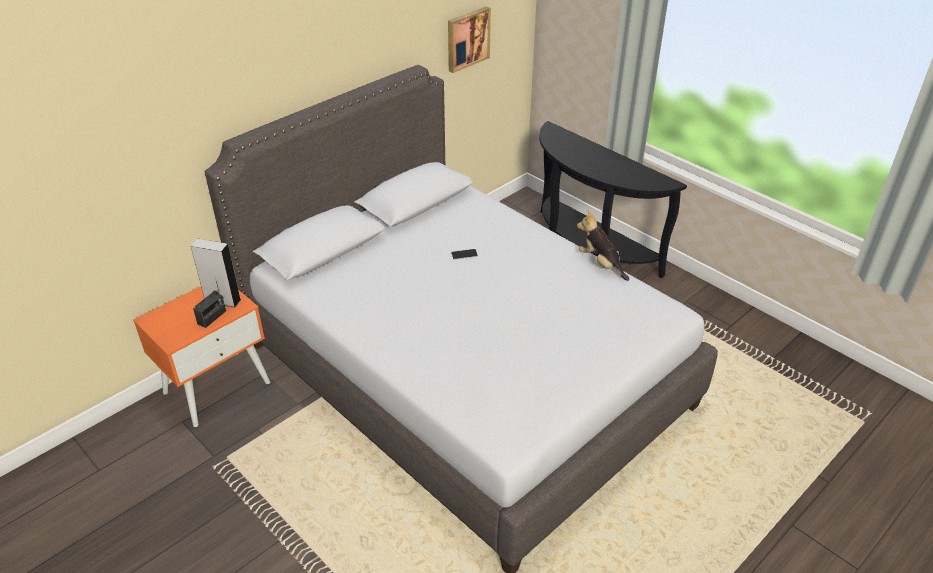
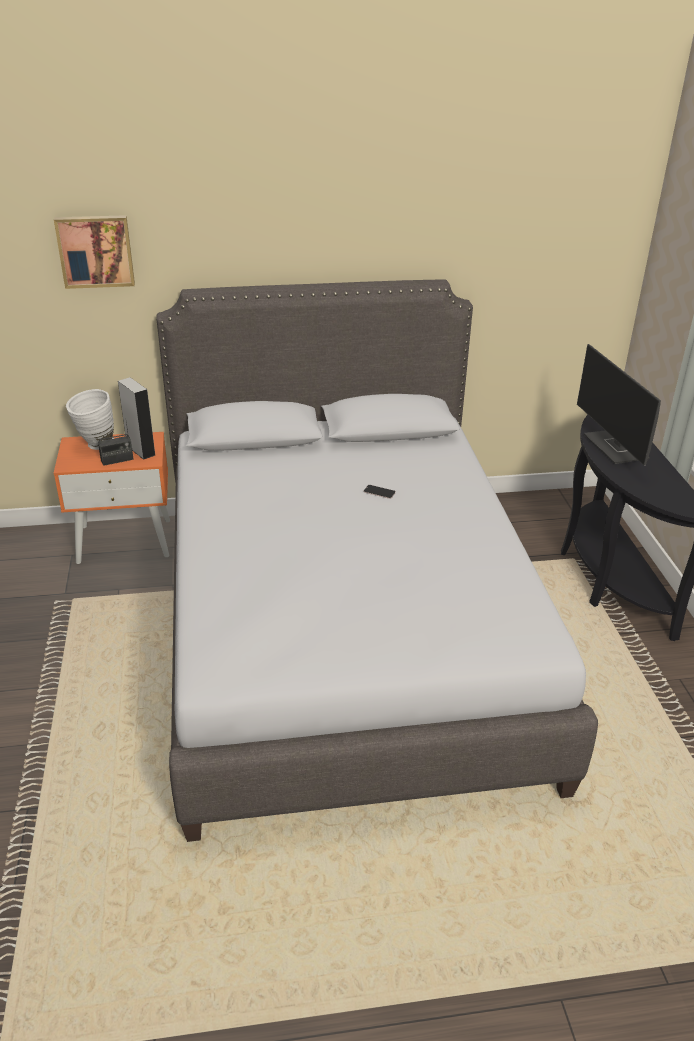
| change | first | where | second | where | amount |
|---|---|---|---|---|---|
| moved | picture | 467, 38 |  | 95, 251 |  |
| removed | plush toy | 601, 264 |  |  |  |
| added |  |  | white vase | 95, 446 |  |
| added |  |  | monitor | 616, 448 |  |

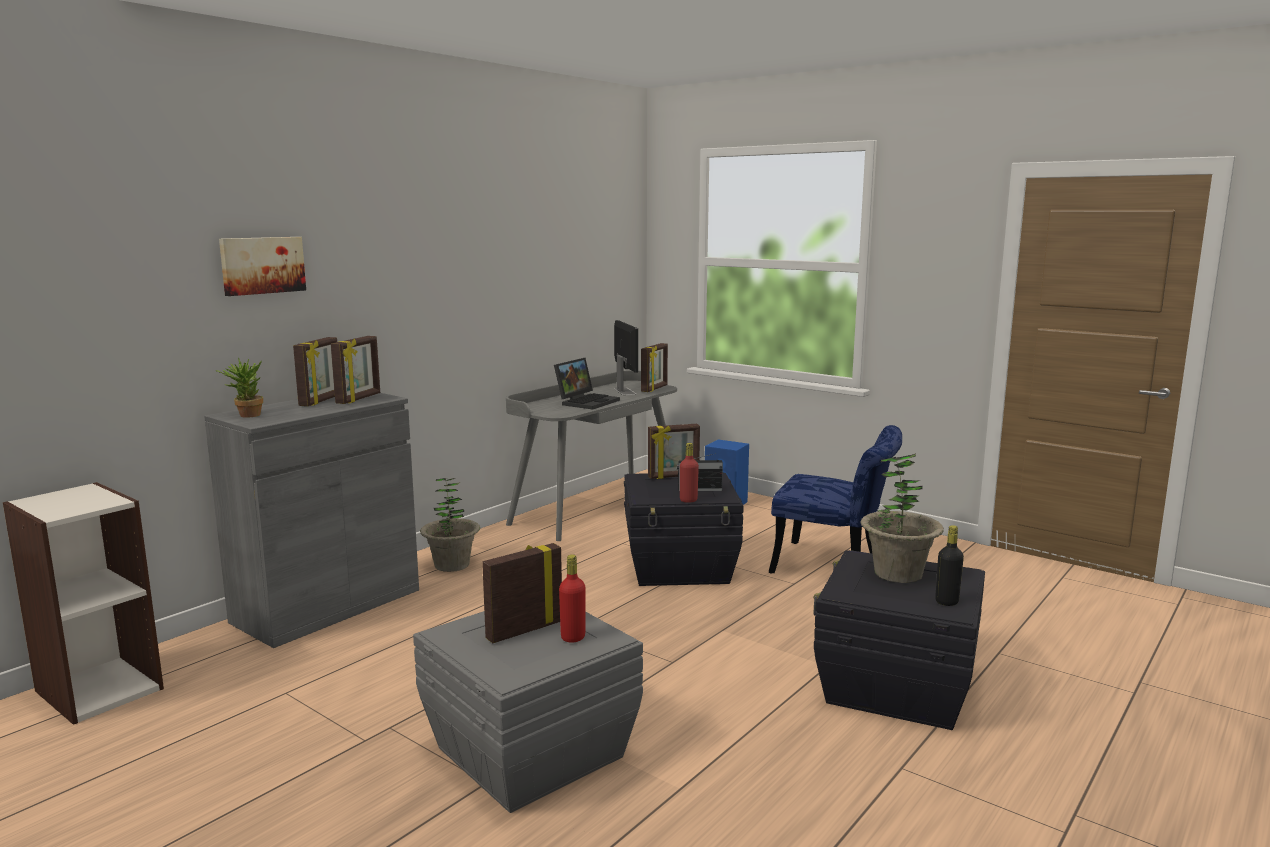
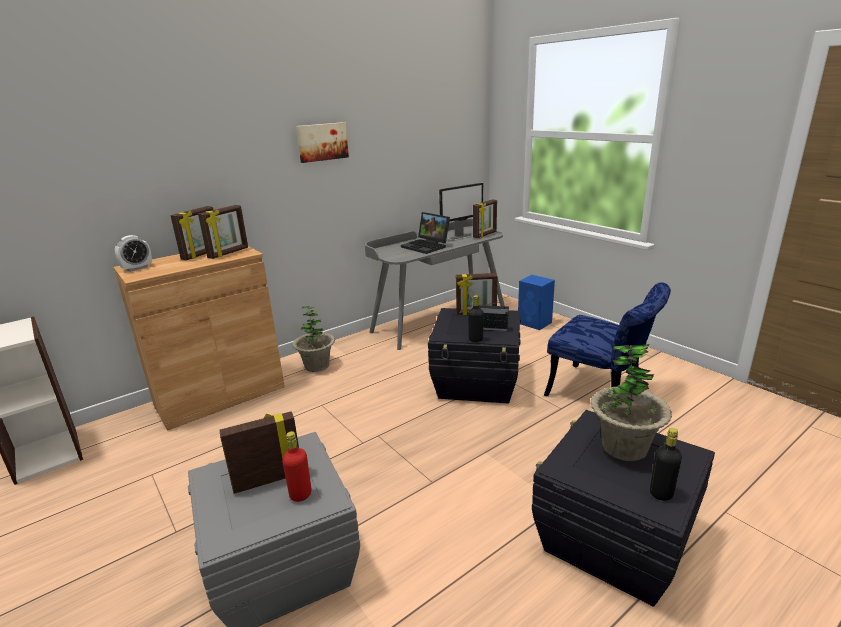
| change | first | where | second | where | amount |
|---|---|---|---|---|---|
| recoloured | grey cabinet | 327, 606 | brown cabinet | 220, 395 |  |
| replaced | potted plant | 245, 415 | alarm clock | 137, 268 |  |
| moved | picture | 262, 265 |  | 322, 142 |  |
| turned | laptop | 587, 402 |  | 427, 246 | 90 degrees clockwise |
| turned | monitor | 624, 391 |  | 461, 236 | 60 degrees clockwise |
| recoloured | red bottle | 688, 500 | black bottle | 475, 339 |  |

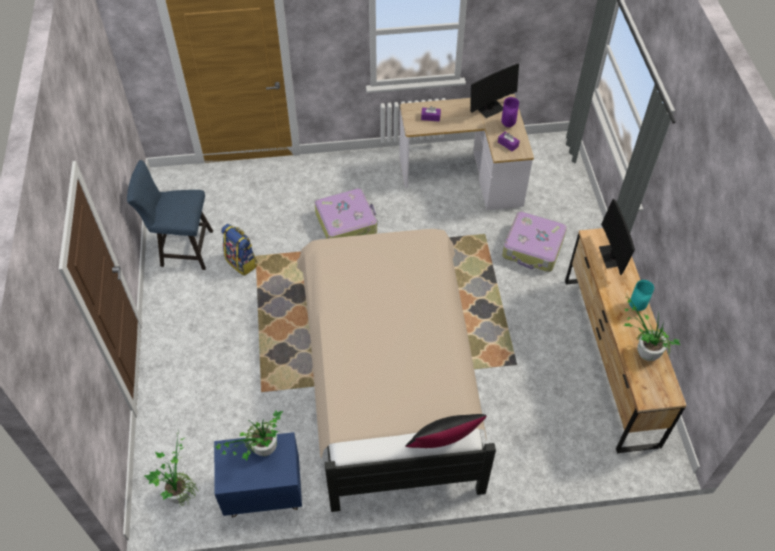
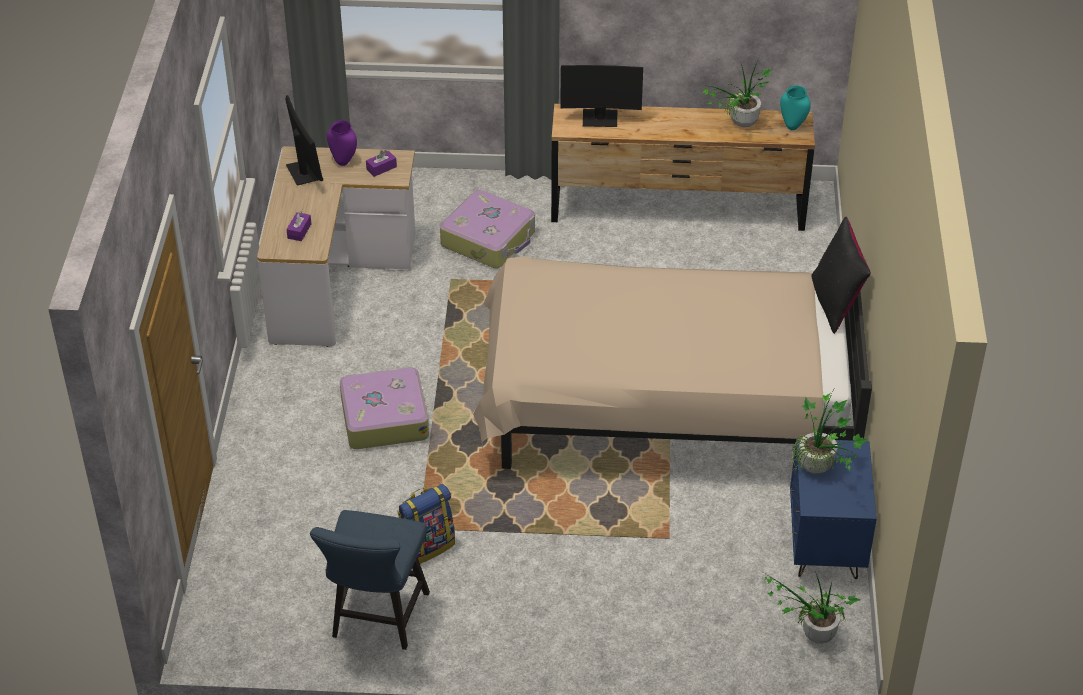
| change | first | where | second | where | amount |
|---|---|---|---|---|---|
| moved | turquoise vase | 636, 307 |  | 792, 127 |  |

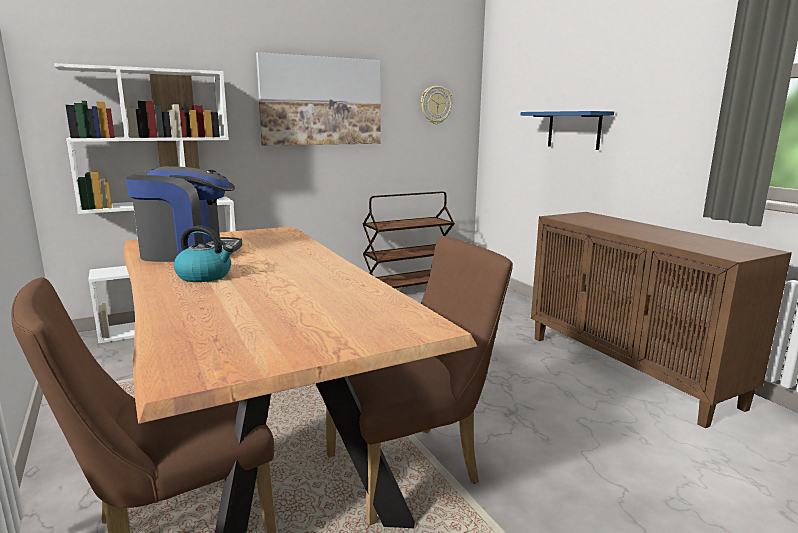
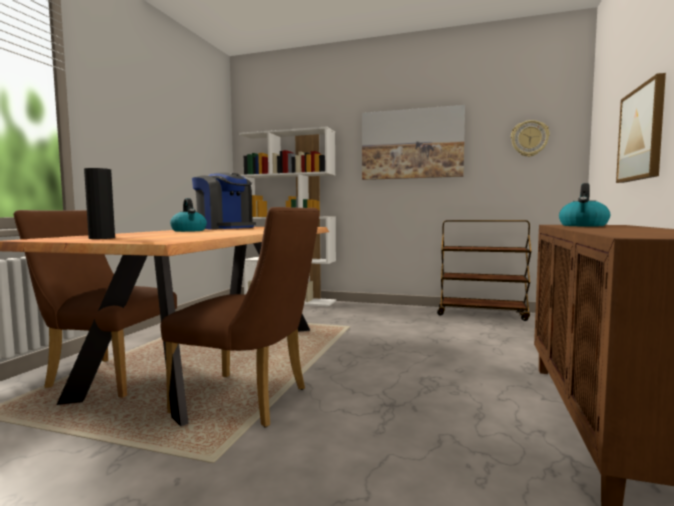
| change | first | where | second | where | amount |
|---|---|---|---|---|---|
| replaced | blue shelf | 574, 130 | picture | 641, 134 |  |
| added |  |  | black vase | 102, 238 |  |
| added |  |  | kettle | 583, 225 |  |

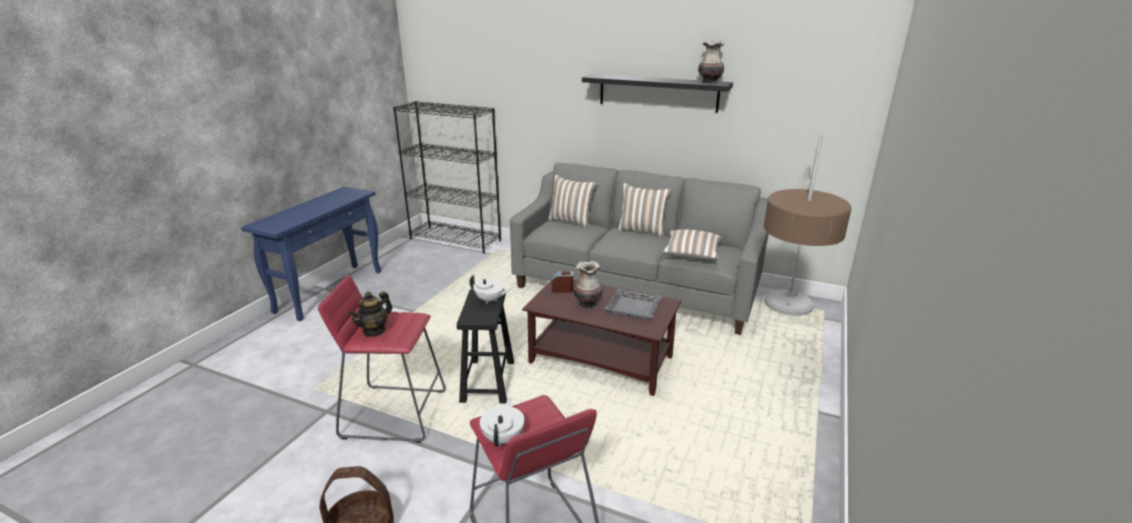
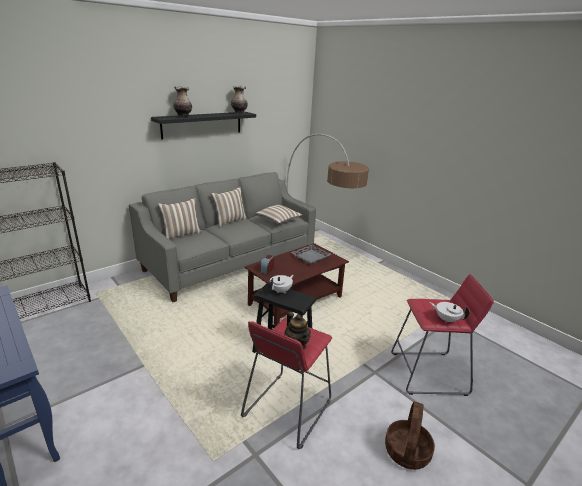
| change | first | where | second | where | amount |
|---|---|---|---|---|---|
| moved | vase | 588, 304 |  | 183, 116 |  |

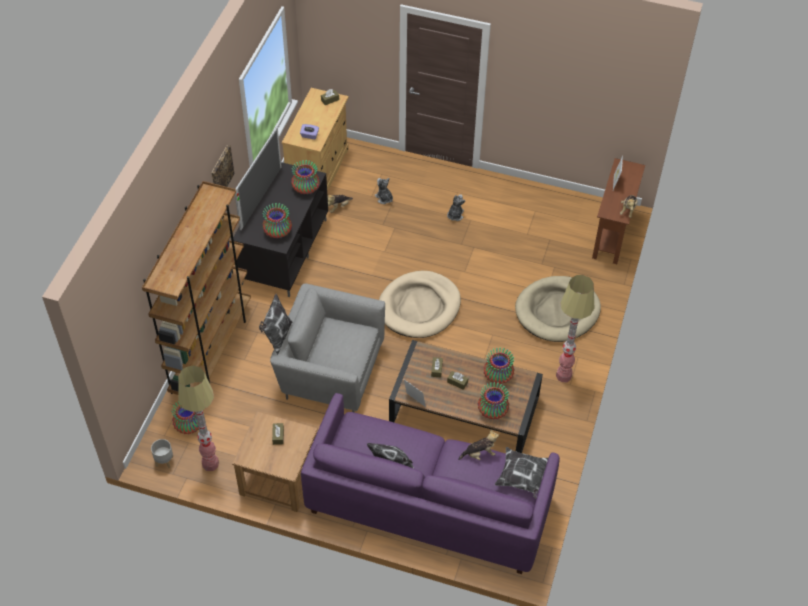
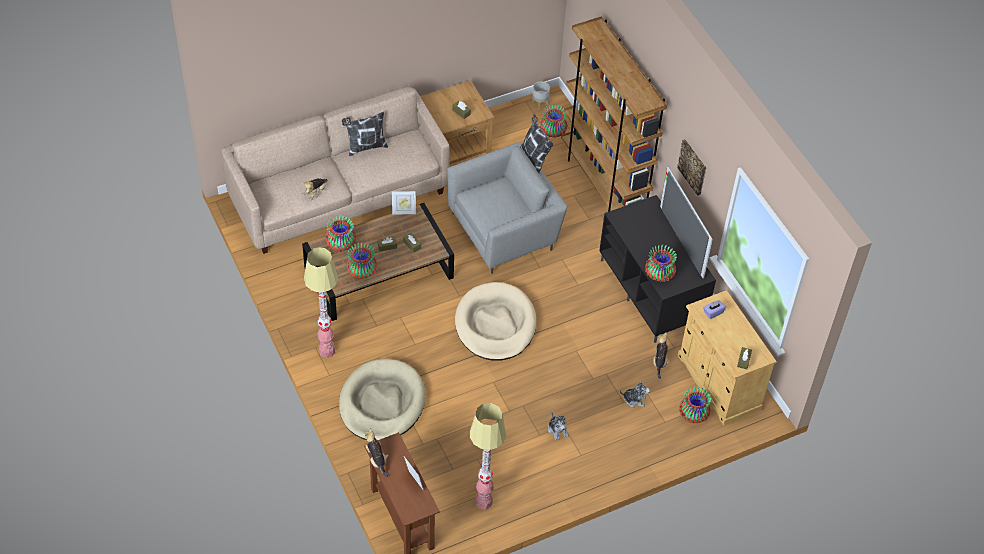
| change | first | where | second | where | amount |
|---|---|---|---|---|---|
| moved | floor lamp | 210, 464 |  | 483, 502 |  |
| moved | vase | 278, 231 |  | 693, 415 |  |
| recoloured | purple sofa | 428, 504 | beige sofa | 339, 195 |  |
| removed | pillow | 523, 478 |  |  |  |

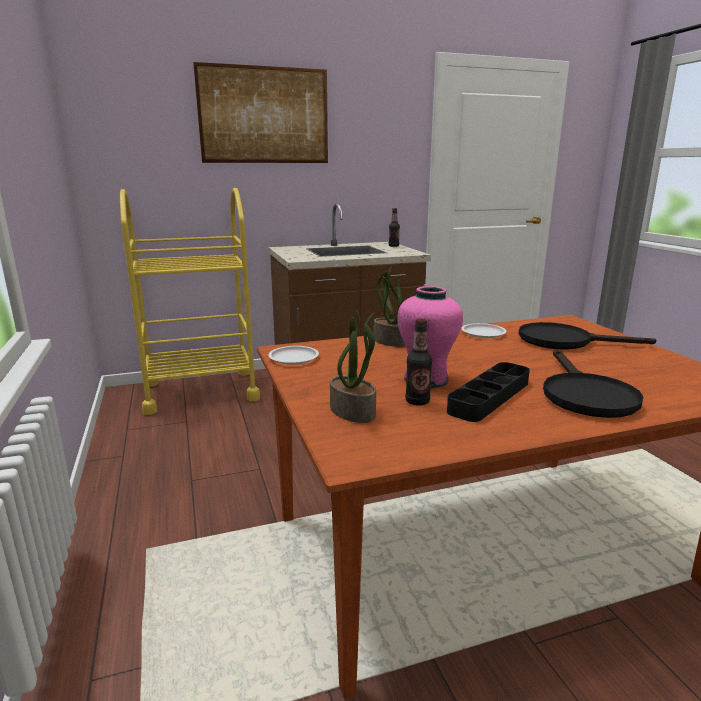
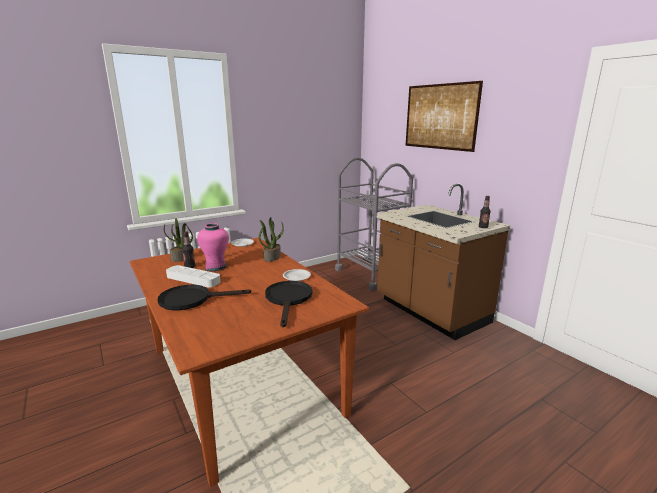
| change | first | where | second | where | amount |
|---|---|---|---|---|---|
| recoloured | yellow cart | 201, 391 | grey cart | 370, 274 |  |
| recoloured | black tray | 489, 396 | white tray | 193, 279 |  |

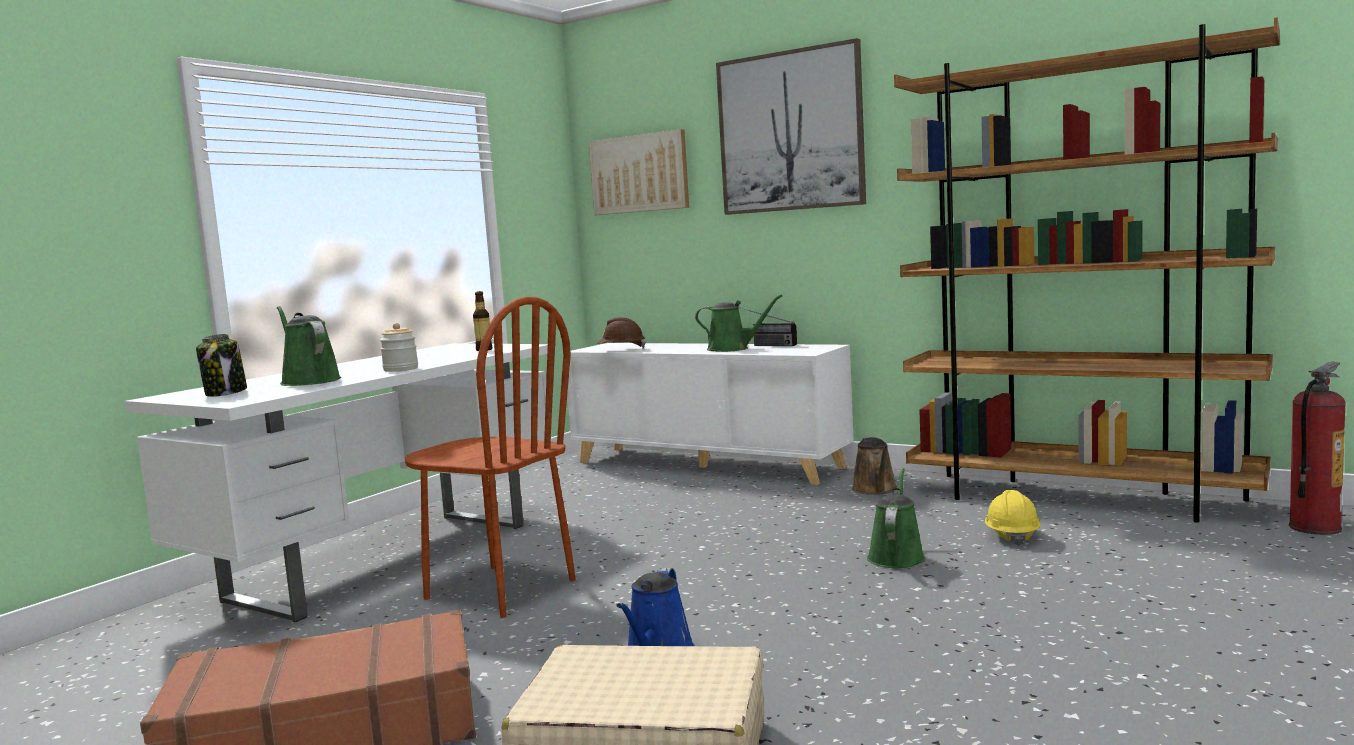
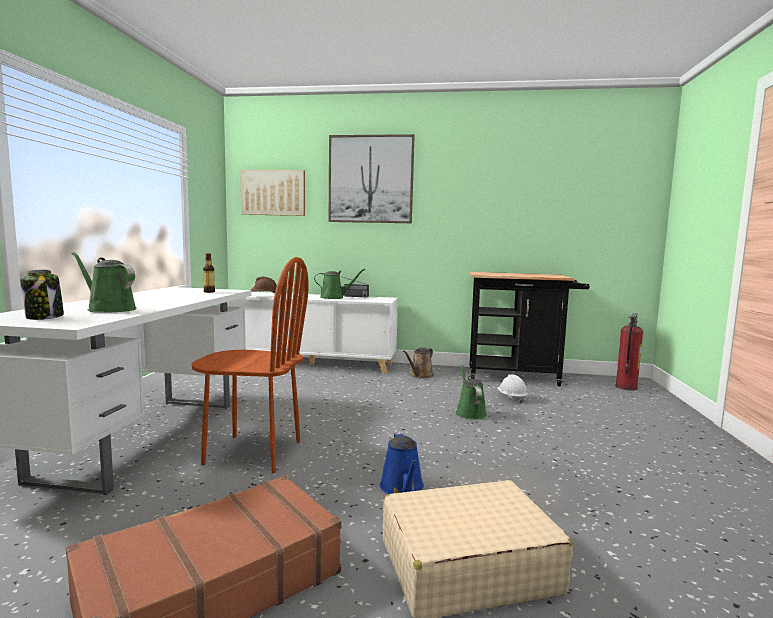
| change | first | where | second | where | amount |
|---|---|---|---|---|---|
| removed | jar | 400, 369 |  |  |  |
| turned | brown watering can | 875, 490 |  | 420, 375 | 60 degrees clockwise |
| replaced | brown bookcase | 1079, 498 | black cart | 519, 376 |  |
| recoloured | yellow hard hat | 1012, 536 | white hard hat | 511, 398 |  |

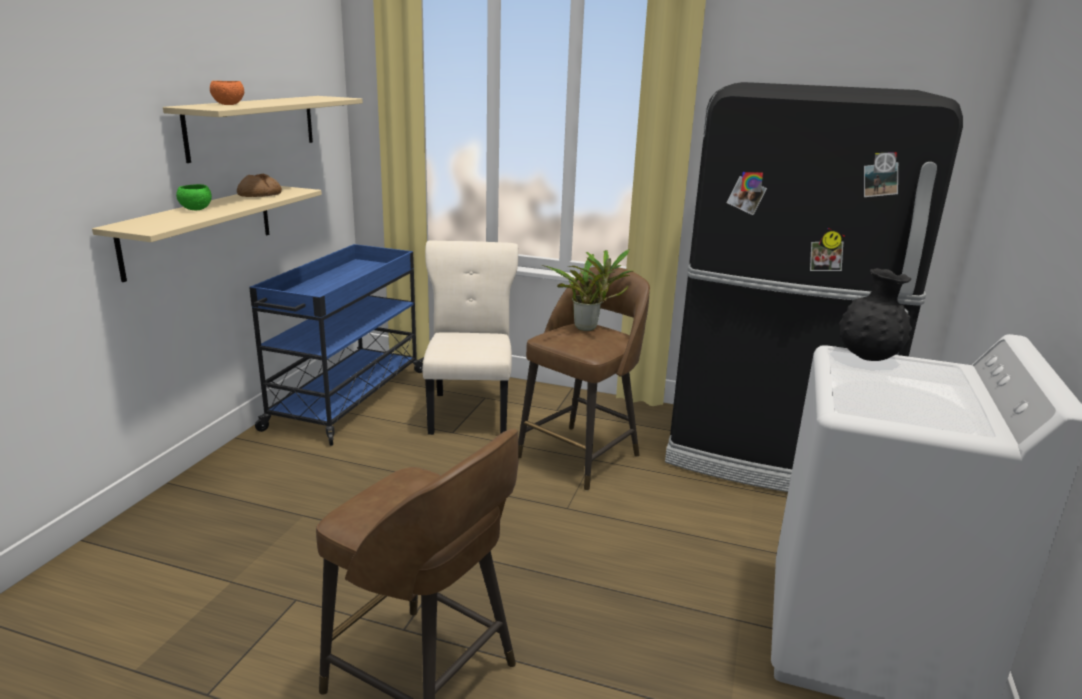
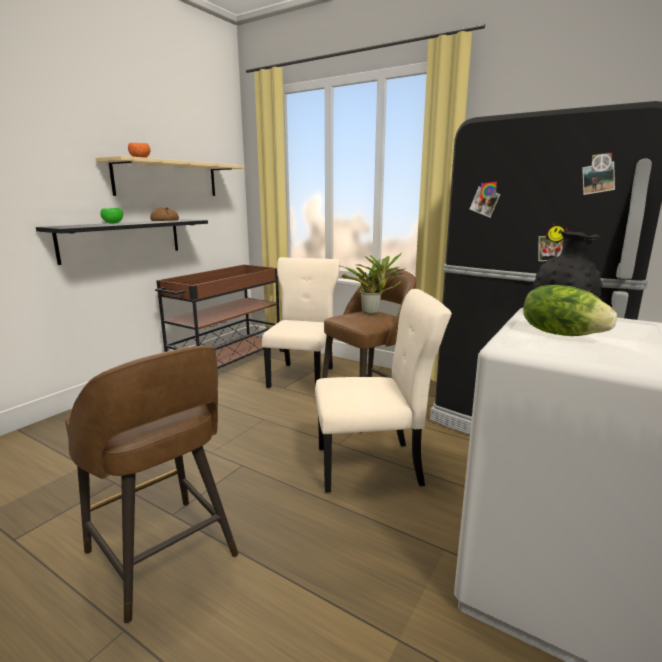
| change | first | where | second | where | amount |
|---|---|---|---|---|---|
| recoloured | beige shelf | 200, 229 | black shelf | 122, 239 |  |
| recoloured | blue cart | 346, 400 | brown cart | 227, 364 |  |
| added |  |  | beige chair | 373, 466 |  |
| added |  |  | lettuce | 561, 334 |  |

